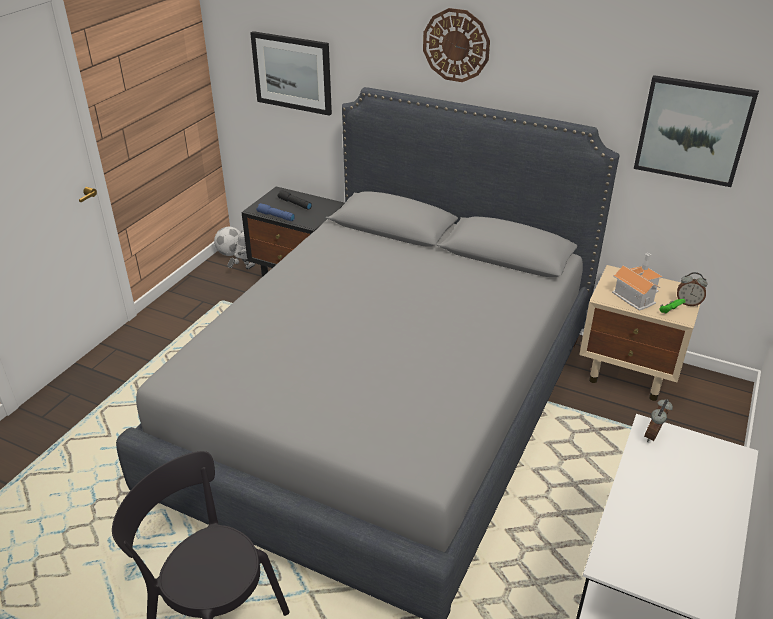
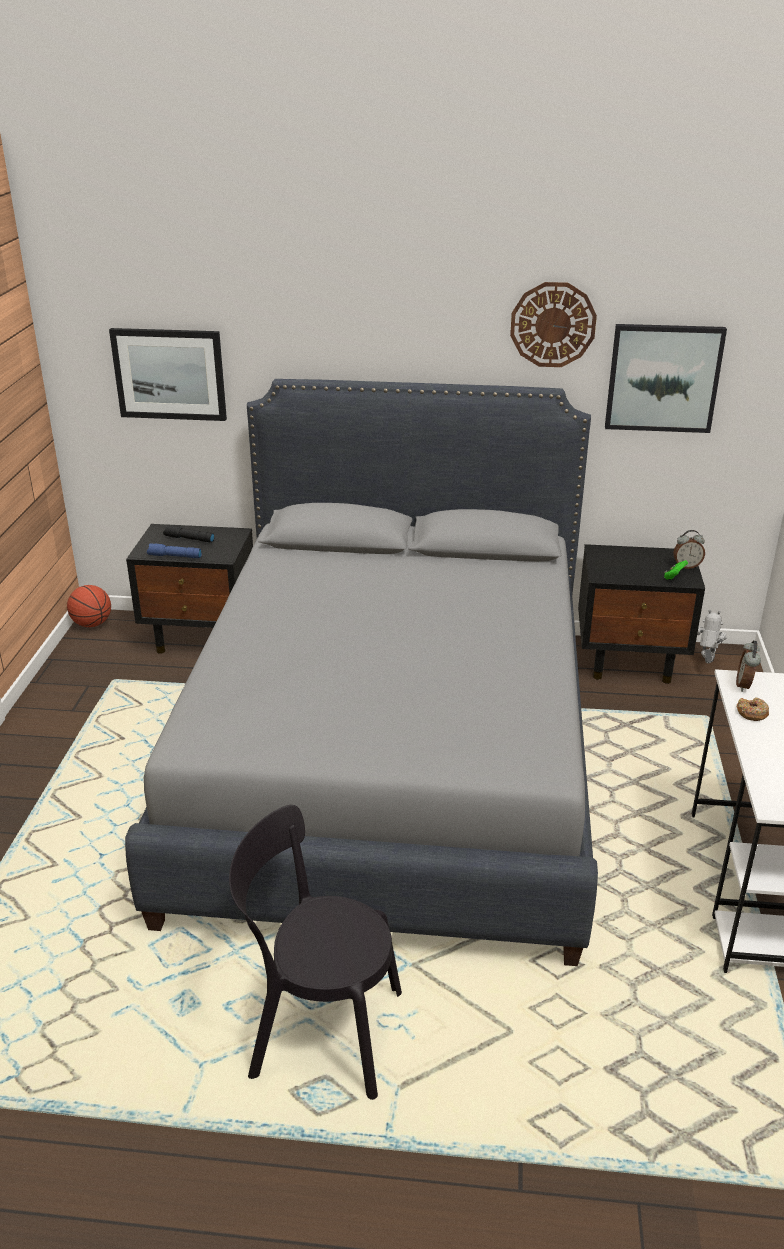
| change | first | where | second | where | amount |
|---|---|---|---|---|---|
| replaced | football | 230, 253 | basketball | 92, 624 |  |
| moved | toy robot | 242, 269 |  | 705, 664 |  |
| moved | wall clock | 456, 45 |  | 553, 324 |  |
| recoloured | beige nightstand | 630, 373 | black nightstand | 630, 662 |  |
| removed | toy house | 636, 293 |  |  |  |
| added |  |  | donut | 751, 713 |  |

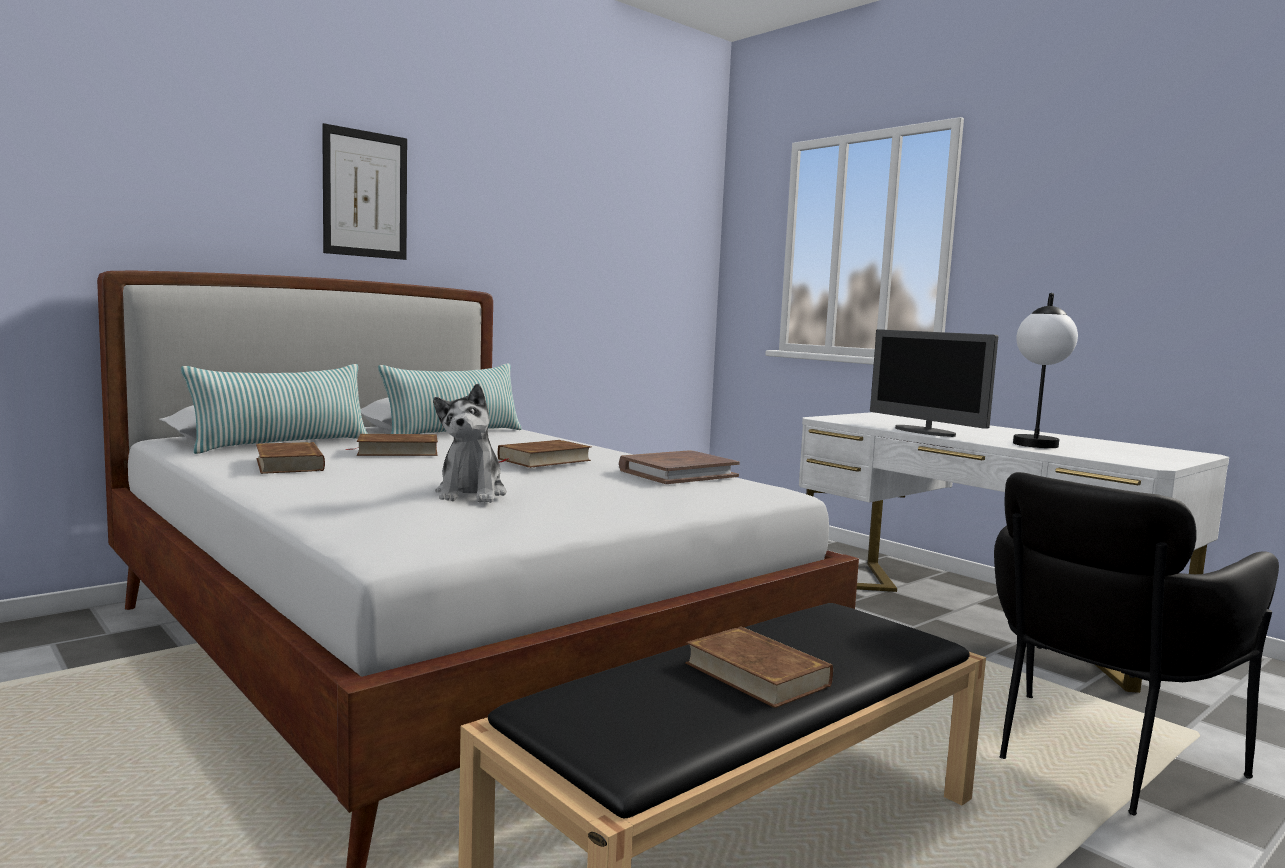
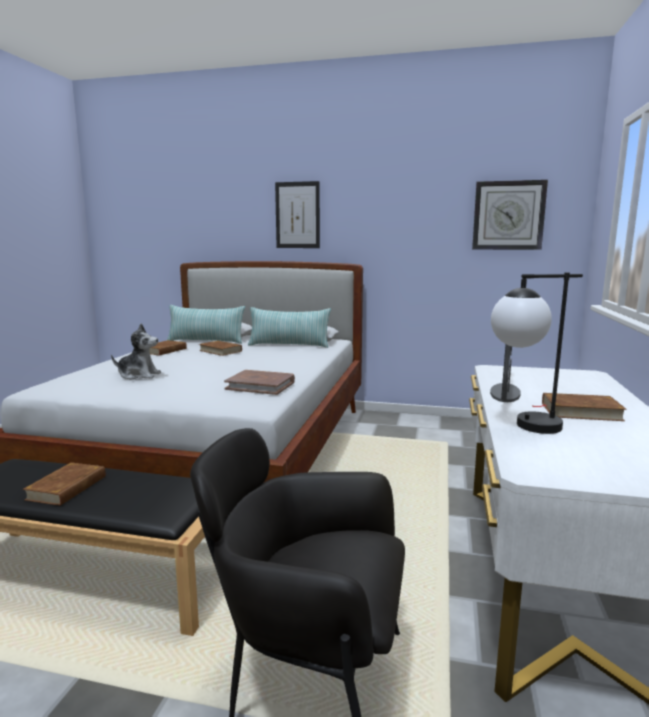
| change | first | where | second | where | amount |
|---|---|---|---|---|---|
| turned | plush toy | 471, 494 |  | 139, 375 | 135 degrees counterclockwise |
| moved | brown book | 543, 460 |  | 580, 411 |  |
| added |  |  | wall clock | 508, 215 |  |

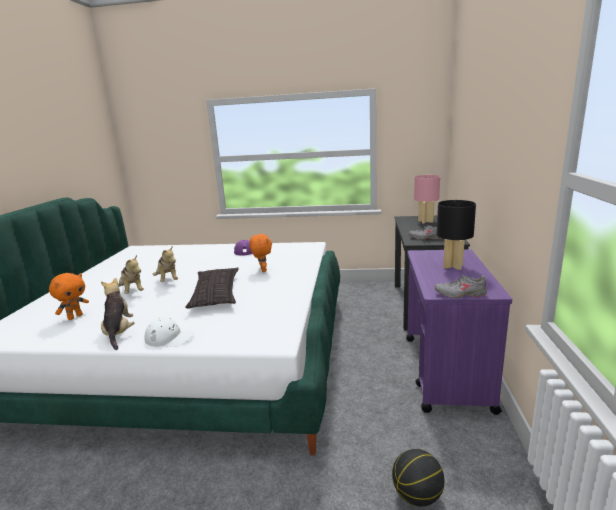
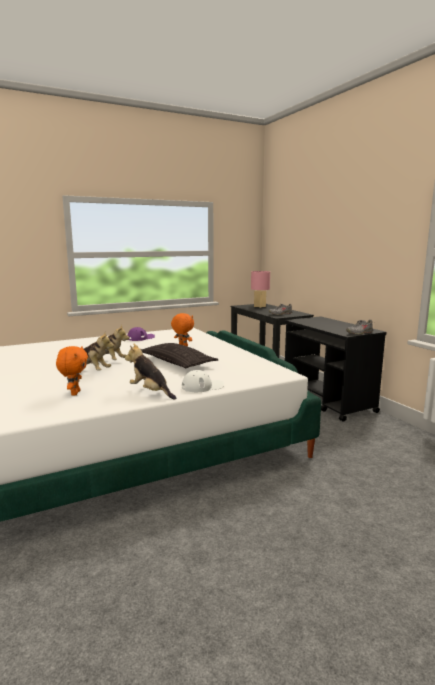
| change | first | where | second | where | amount |
|---|---|---|---|---|---|
| removed | basketball | 417, 496 |  |  |  |
| recoloured | purple cart | 446, 372 | black cart | 328, 401 |  |
| removed | black table lamp | 453, 266 |  |  |  |

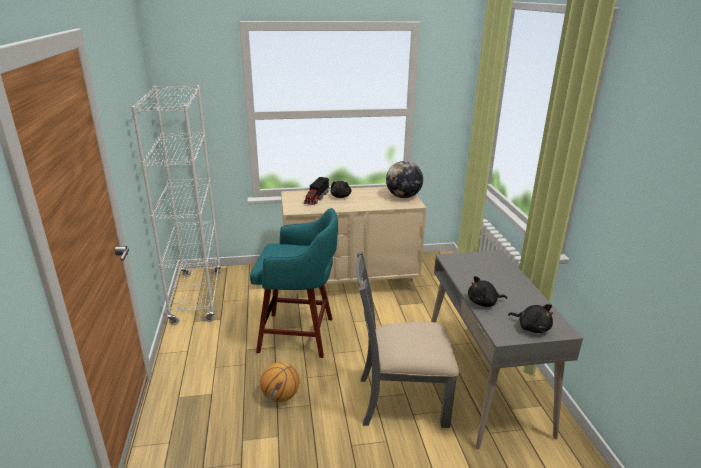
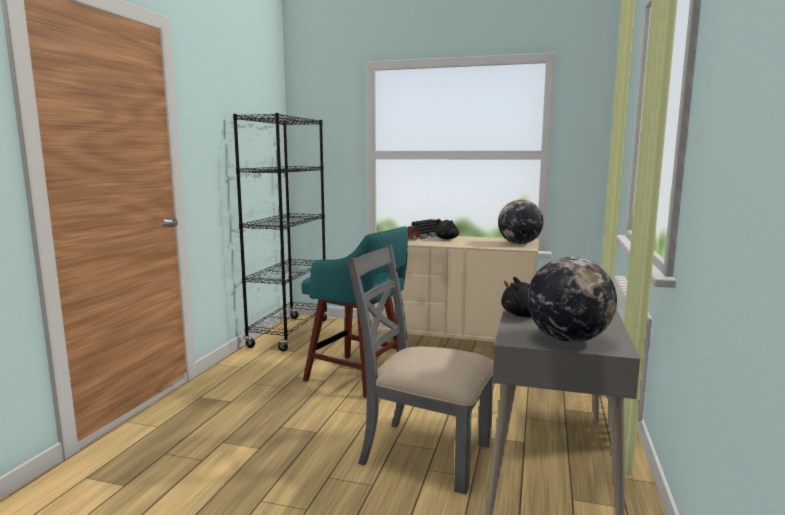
| change | first | where | second | where | amount |
|---|---|---|---|---|---|
| recoloured | white bookcase | 197, 297 | black bookcase | 289, 333 |  |
| removed | basketball | 281, 396 |  |  |  |
| replaced | black plush toy | 532, 327 | globe | 568, 339 |  |

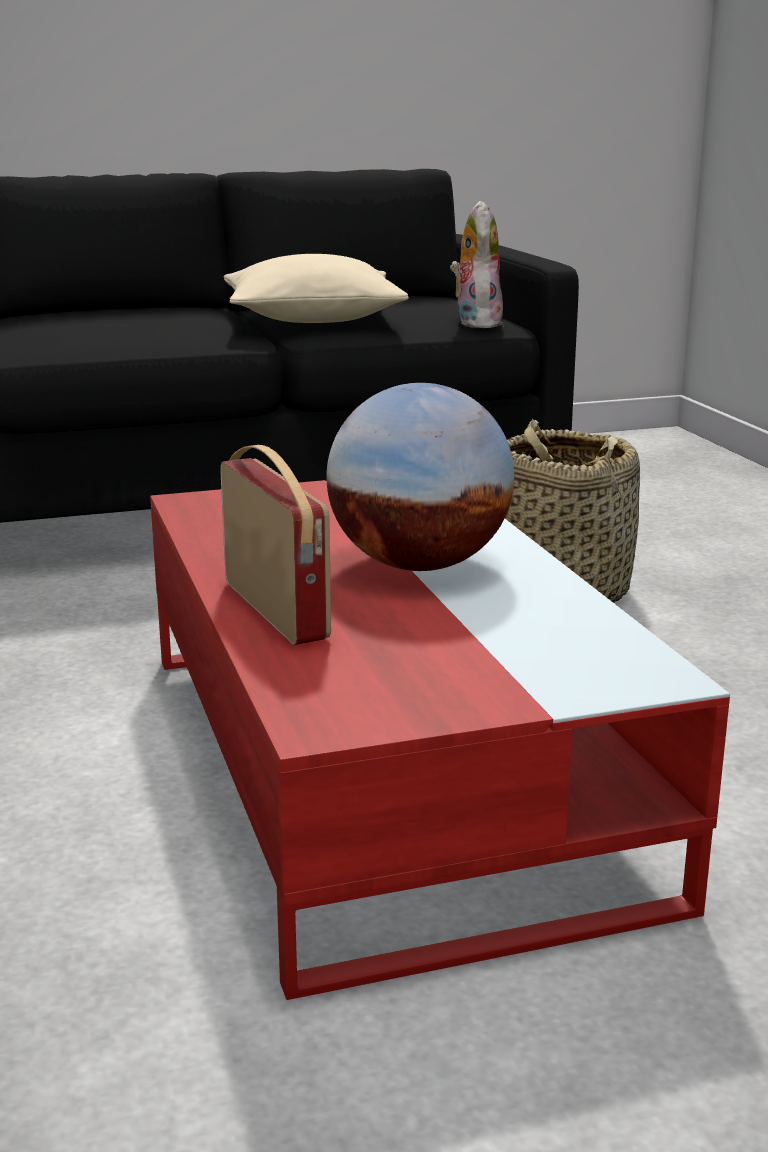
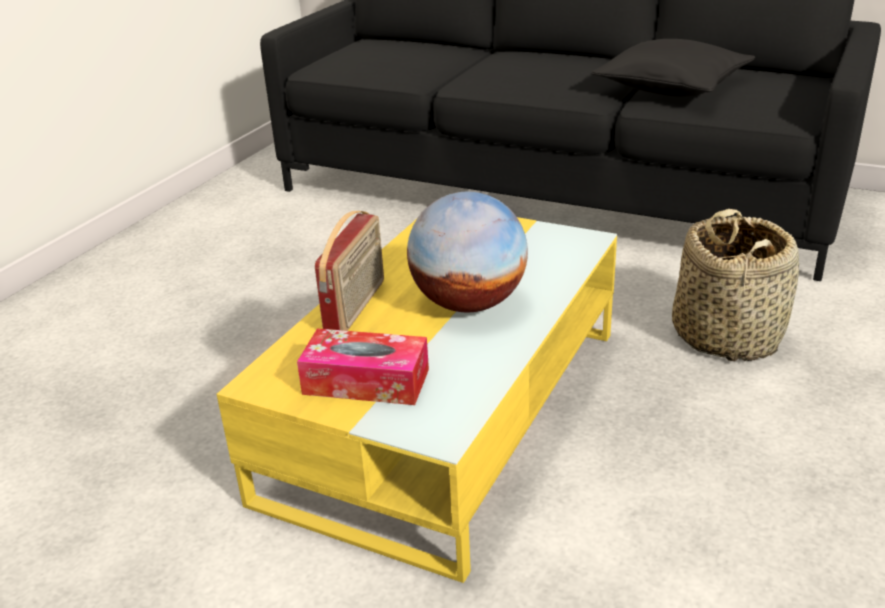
| change | first | where | second | where | amount |
|---|---|---|---|---|---|
| recoloured | red coffee table | 383, 766 | yellow coffee table | 448, 411 |  |
| recoloured | beige pillow | 313, 318 | black pillow | 671, 87 |  |
| removed | plush toy | 475, 323 |  |  |  |
| added |  |  | tissue box | 366, 381 |  |

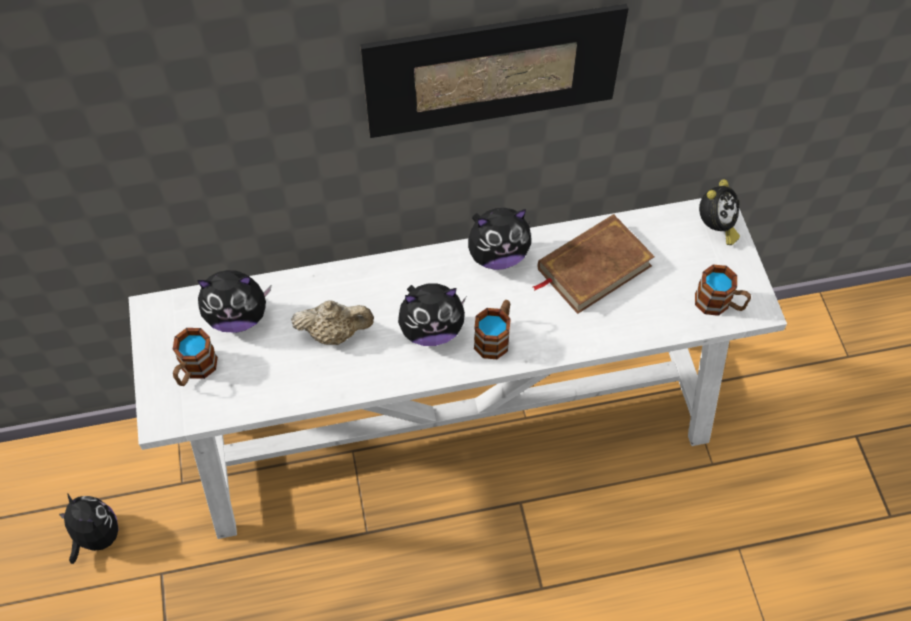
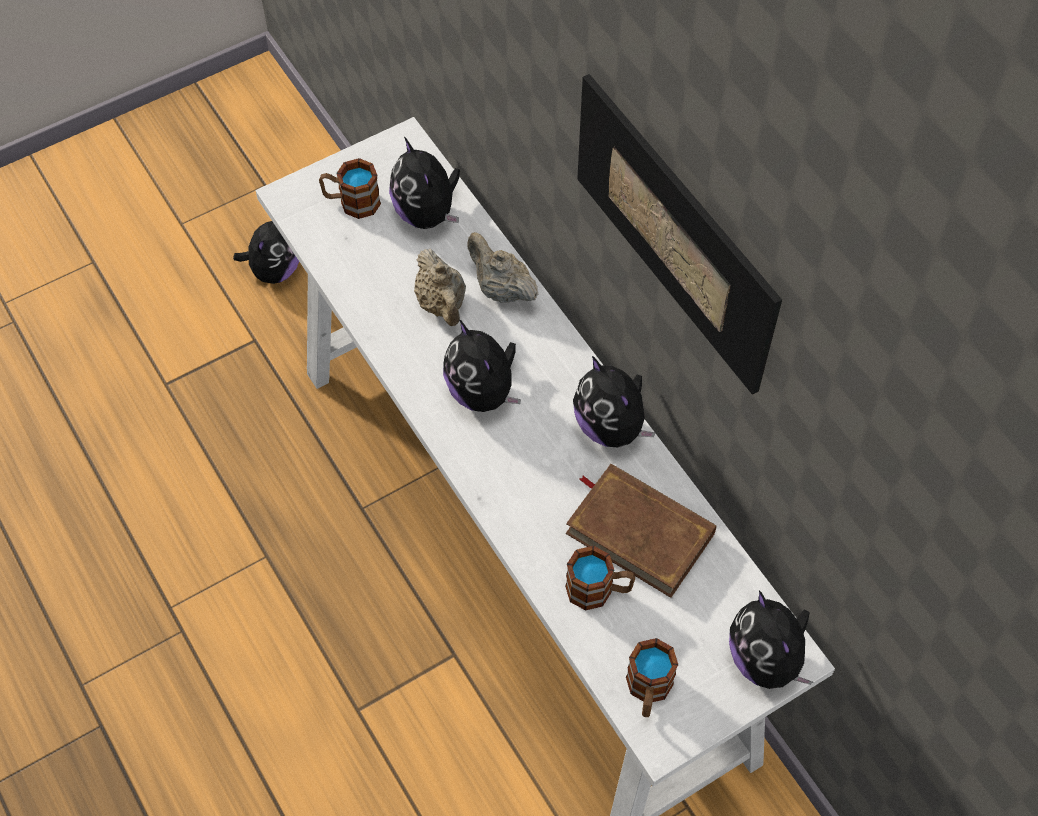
| change | first | where | second | where | amount |
|---|---|---|---|---|---|
| moved | mug | 495, 337 |  | 599, 590 |  |
| replaced | alarm clock | 715, 227 | plush toy | 766, 659 |  |
| added |  |  | beige teapot | 501, 289 |  |

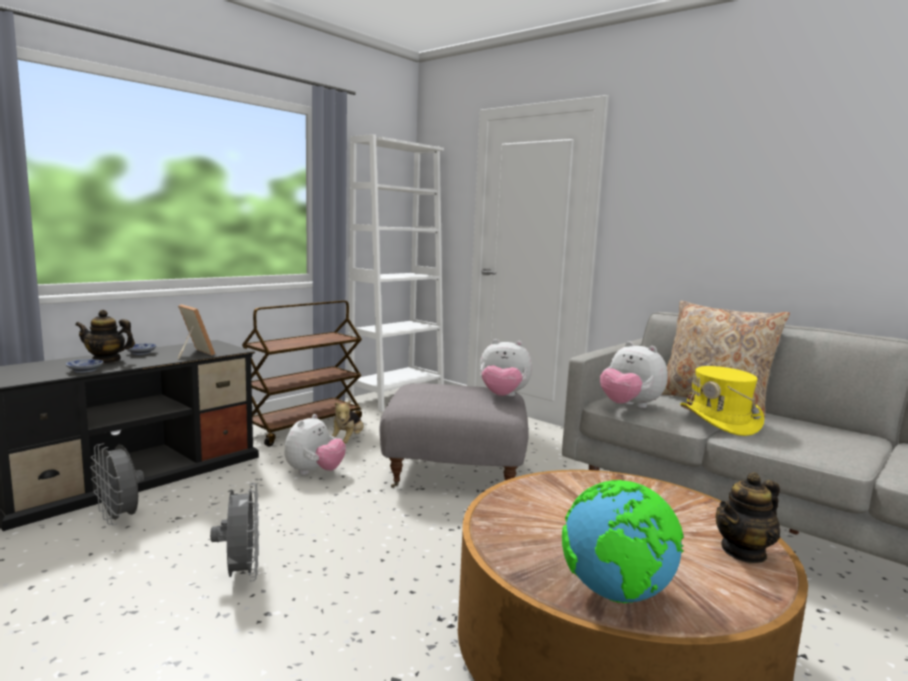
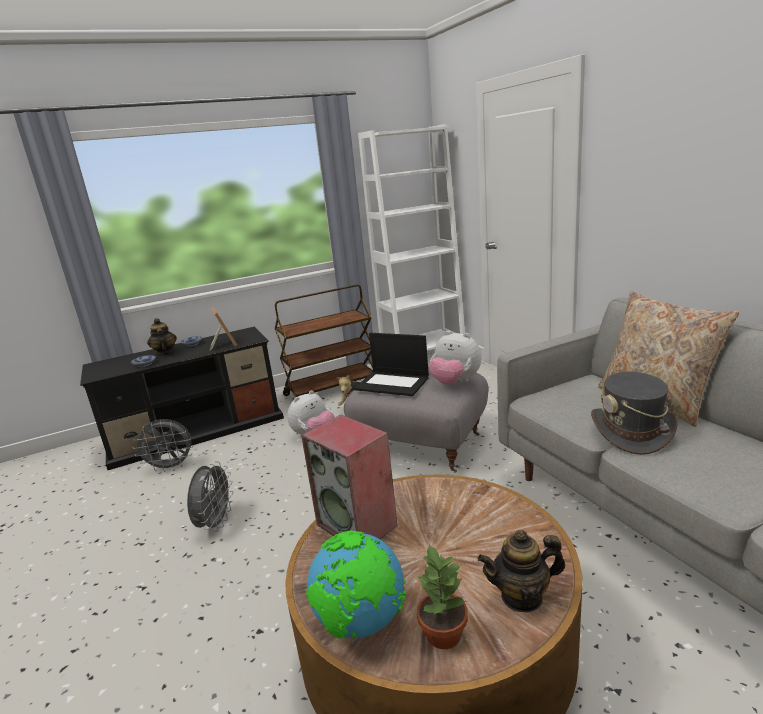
| change | first | where | second | where | amount |
|---|---|---|---|---|---|
| turned | teapot | 106, 360 |  | 165, 353 | 45 degrees clockwise |
| turned | grey fan | 120, 519 |  | 171, 467 | 75 degrees counterclockwise |
| removed | plush toy | 629, 406 |  |  |  |
| recoloured | yellow hat | 720, 421 | grey hat | 632, 431 |  |
| added |  |  | speaker | 358, 525 |  |
| added |  |  | laptop | 393, 383 |  |
| added |  |  | potted plant | 442, 633 |  |

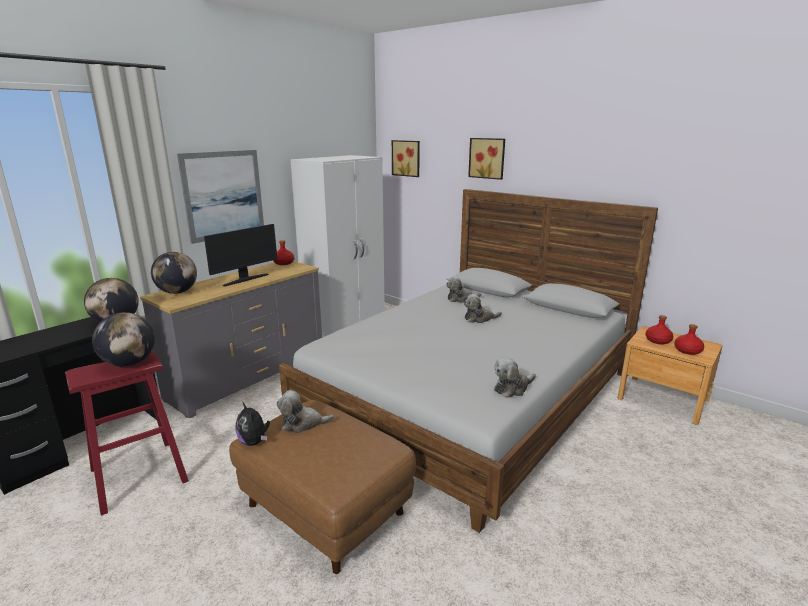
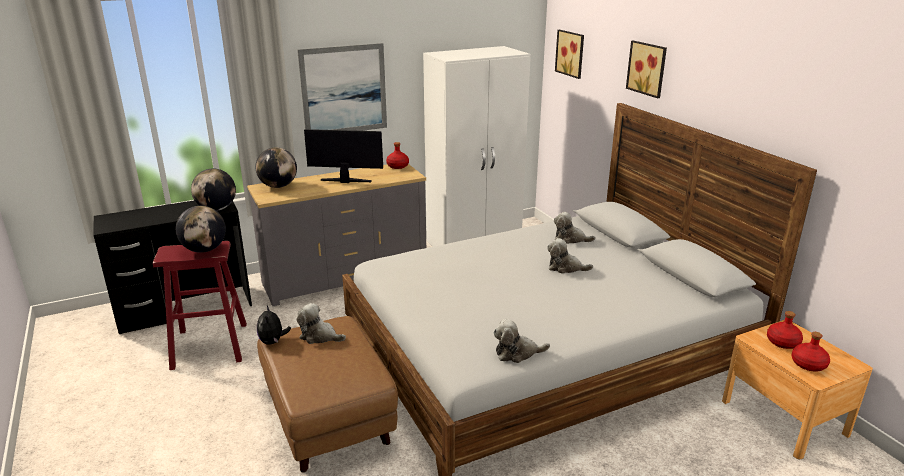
| change | first | where | second | where | amount |
|---|---|---|---|---|---|
| turned | monitor | 245, 279 |  | 345, 181 | 150 degrees counterclockwise |

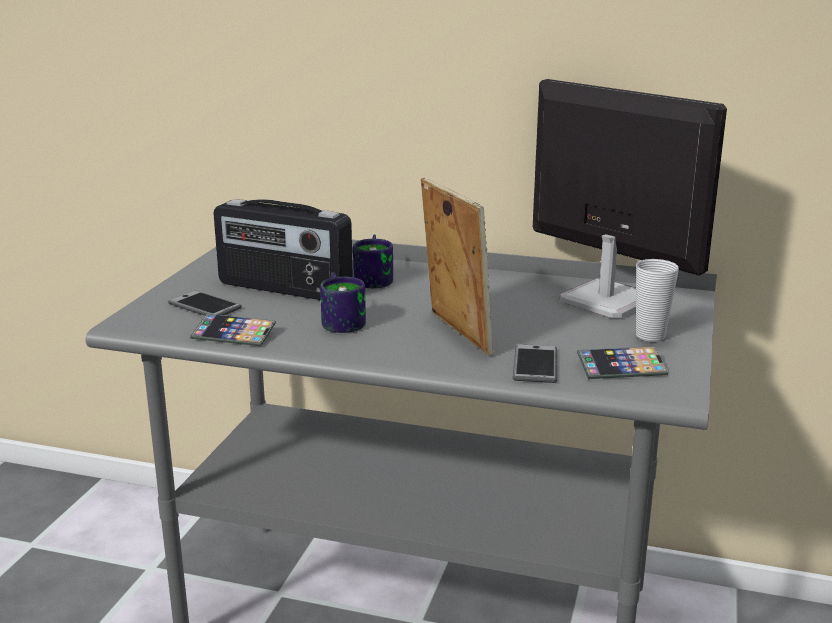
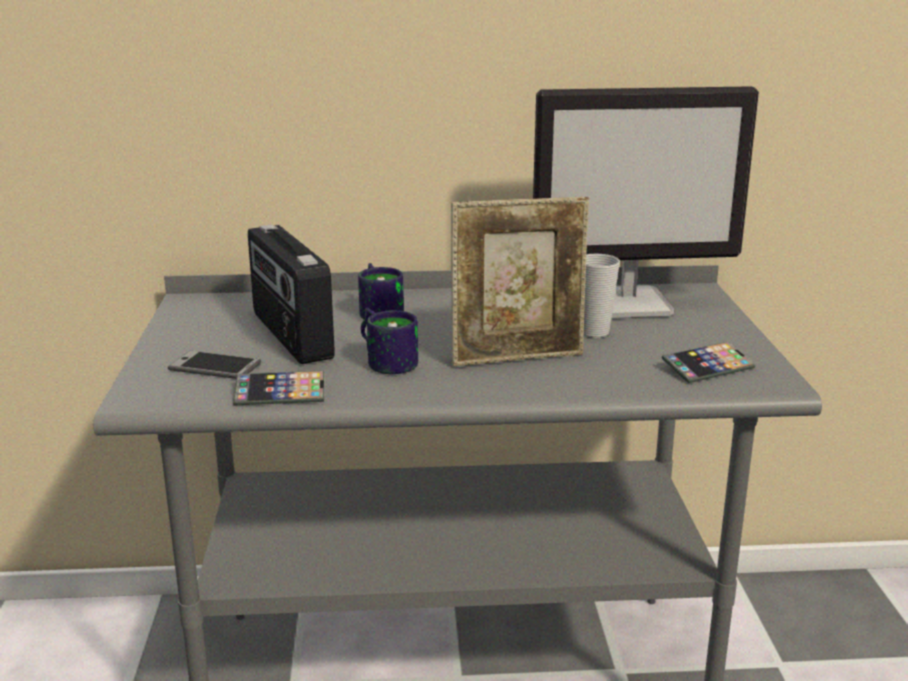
| change | first | where | second | where | amount |
|---|---|---|---|---|---|
| turned | radio | 284, 289 |  | 290, 336 | 60 degrees clockwise |
| turned | picture frame | 455, 334 |  | 518, 357 | 120 degrees clockwise |
| removed | phone | 535, 365 |  |  |  |
| turned | monitor | 605, 300 |  | 629, 304 | 150 degrees clockwise |
| moved | cup | 650, 336 |  | 594, 332 |  |

